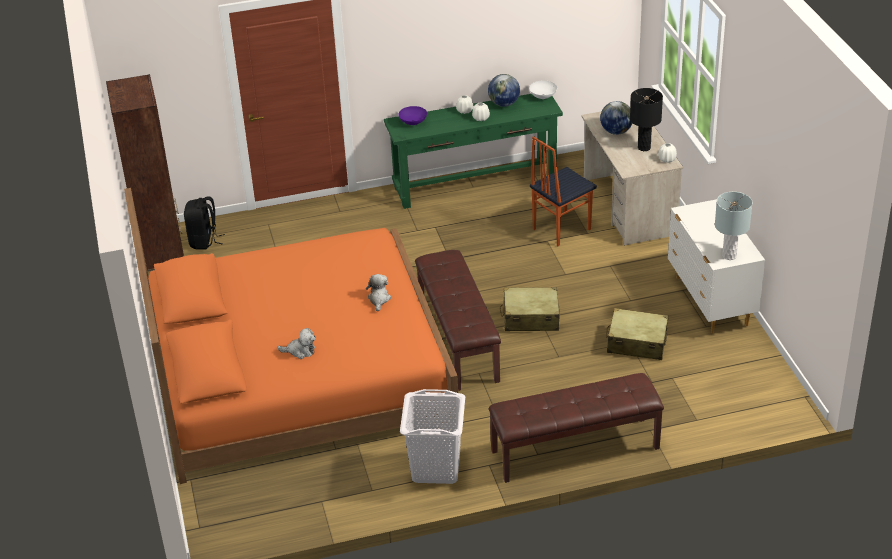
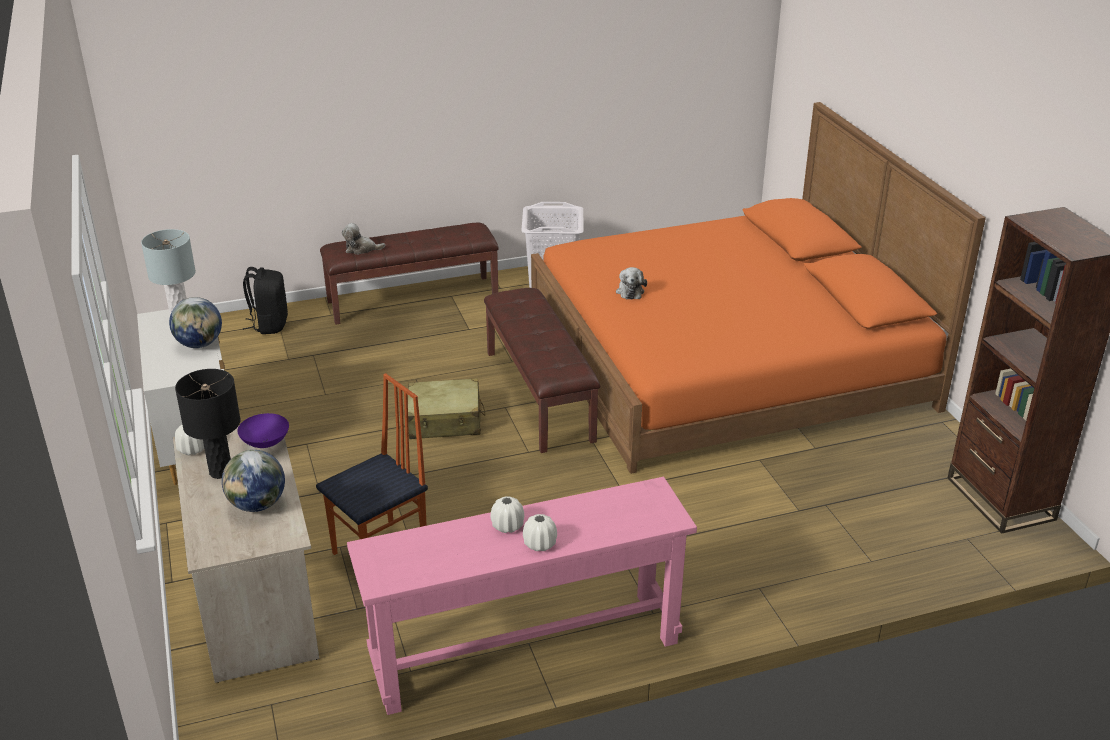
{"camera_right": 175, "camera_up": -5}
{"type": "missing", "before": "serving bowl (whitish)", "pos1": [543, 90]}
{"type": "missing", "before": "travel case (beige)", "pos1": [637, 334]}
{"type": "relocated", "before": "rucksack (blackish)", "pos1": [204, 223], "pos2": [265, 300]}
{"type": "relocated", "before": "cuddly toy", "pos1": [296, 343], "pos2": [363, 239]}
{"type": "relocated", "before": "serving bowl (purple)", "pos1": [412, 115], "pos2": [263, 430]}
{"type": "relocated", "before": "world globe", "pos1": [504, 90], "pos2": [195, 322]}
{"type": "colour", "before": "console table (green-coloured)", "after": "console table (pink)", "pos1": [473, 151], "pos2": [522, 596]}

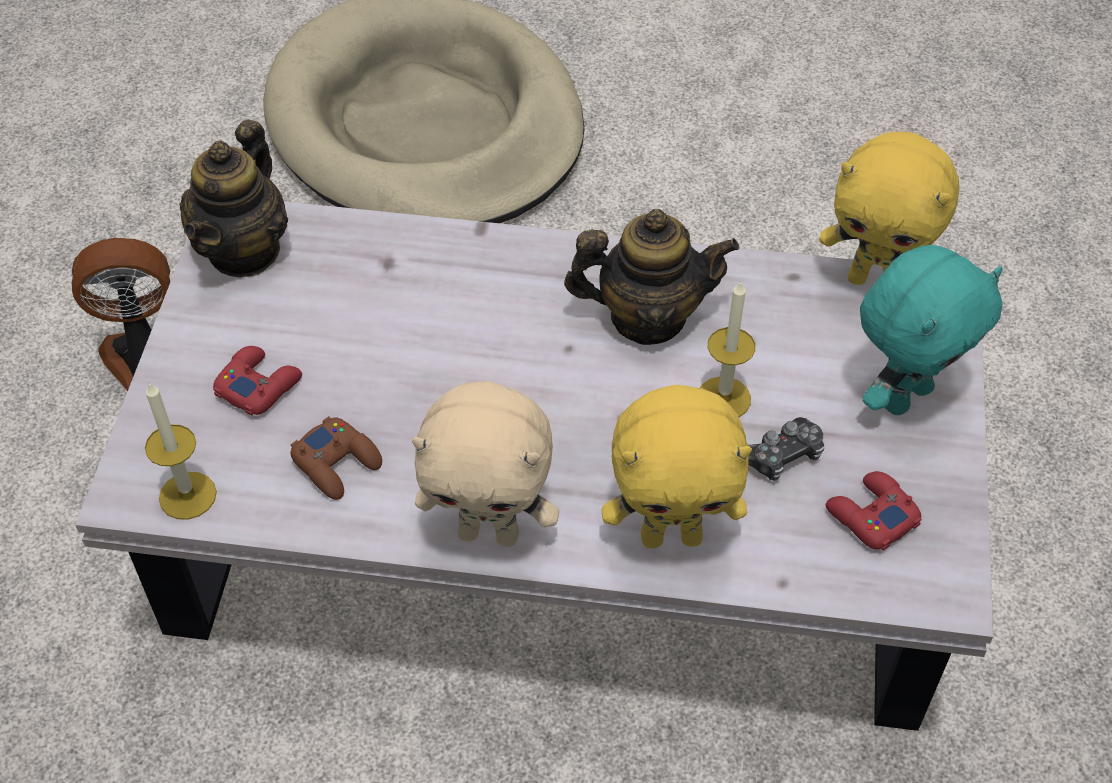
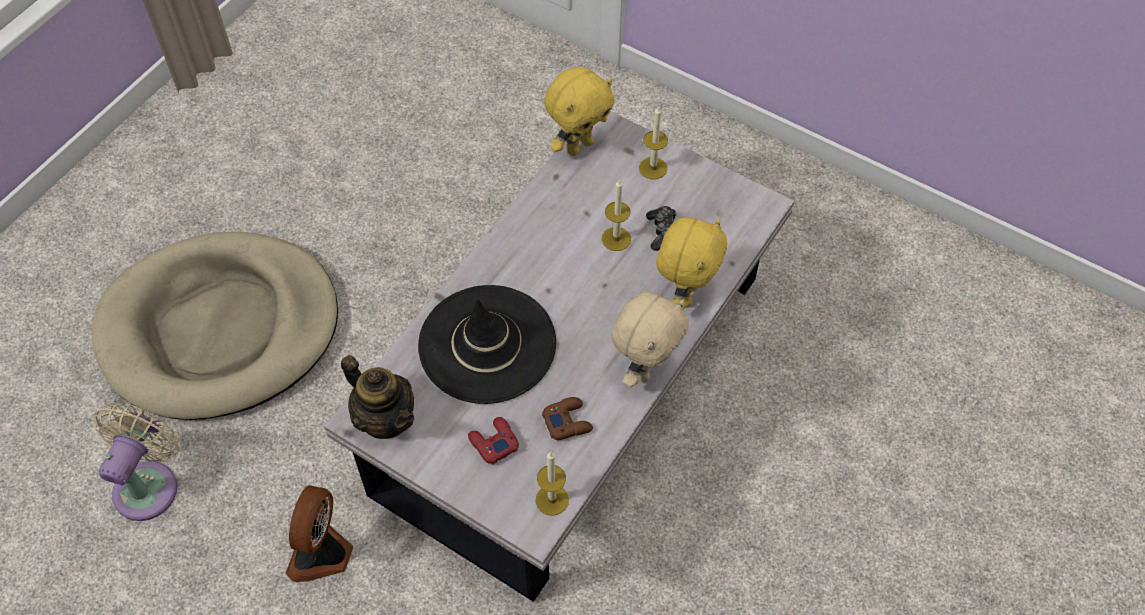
{"camera_right": -65, "camera_up": 5}
{"type": "missing", "before": "pot for tea", "pos1": [651, 277]}
{"type": "missing", "before": "gamepad (reddish)", "pos1": [874, 511]}
{"type": "appeared", "after": "cooling fan (beige)", "pos2": [136, 462]}
{"type": "appeared", "after": "clothing hat (blackish)", "pos2": [487, 344]}
{"type": "exchanged", "before": "cuddly toy (turquoise-coloured)", "after": "wax light", "pos1": [931, 330], "pos2": [653, 143]}

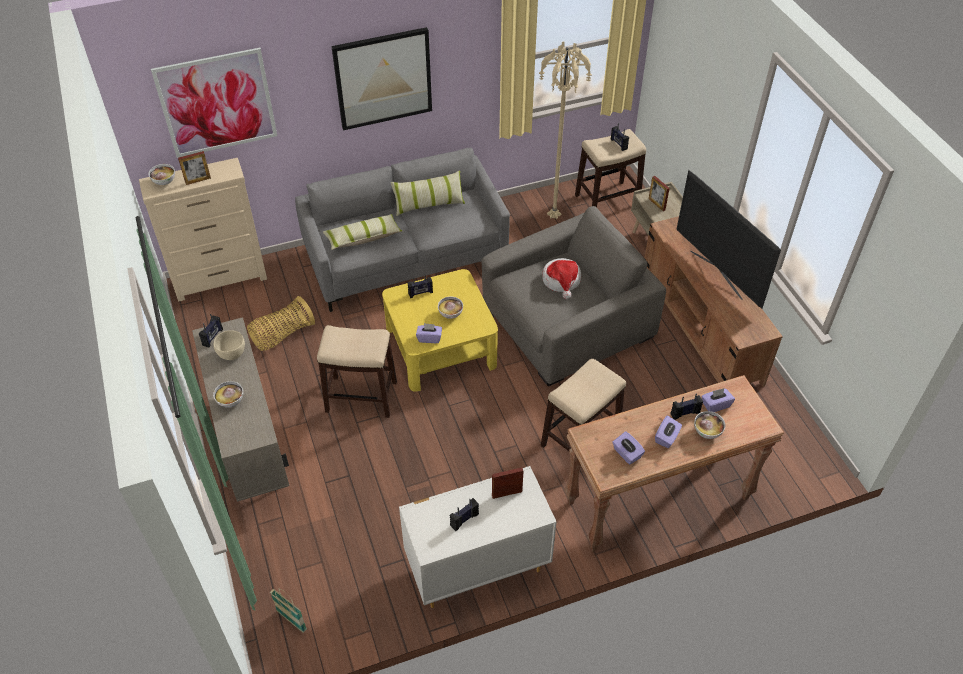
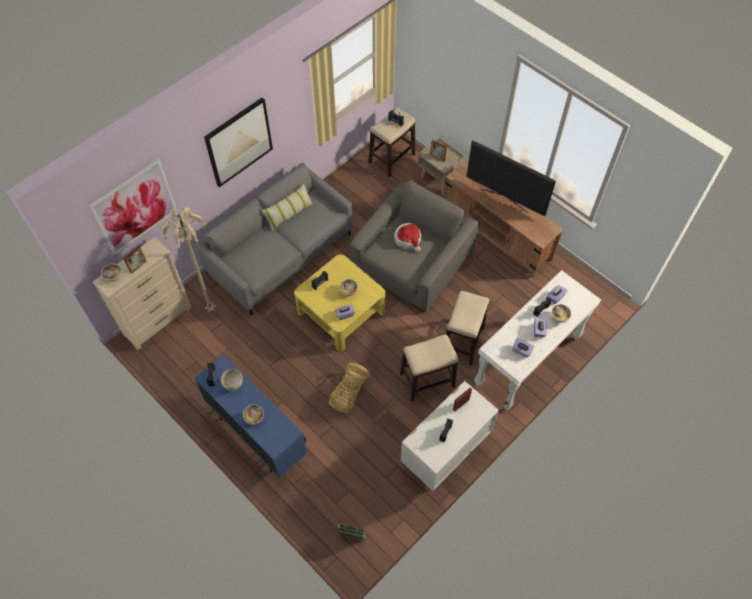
{"camera_right": -25, "camera_up": 10}
{"type": "missing", "before": "pillow", "pos1": [362, 232]}
{"type": "relocated", "before": "basket", "pos1": [281, 323], "pos2": [349, 387]}
{"type": "relocated", "before": "stool", "pos1": [357, 371], "pos2": [429, 368]}
{"type": "relocated", "before": "standard lamp (beige)", "pos1": [565, 130], "pos2": [189, 259]}
{"type": "colour", "before": "cupboard (beige)", "after": "cupboard (blue-coloured)", "pos1": [240, 409], "pos2": [250, 416]}
{"type": "colour", "before": "console table (brown)", "after": "console table (whitish)", "pos1": [674, 463], "pos2": [537, 340]}

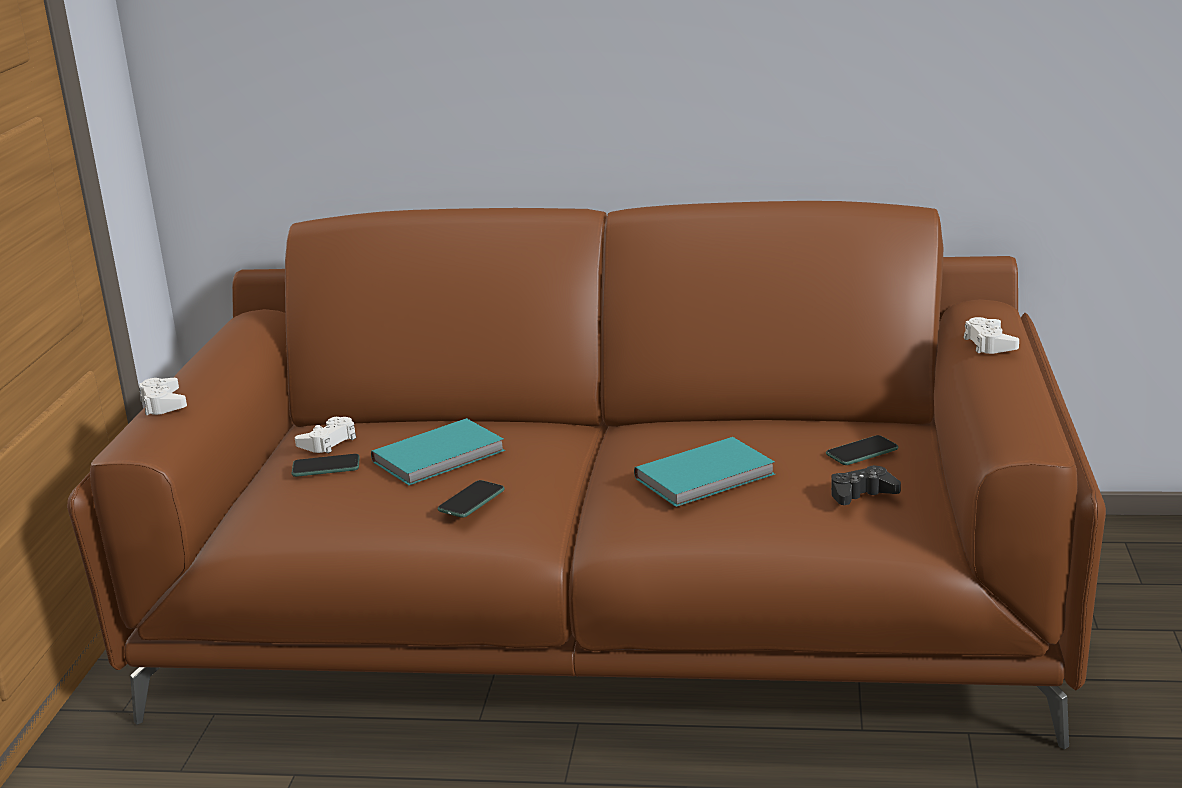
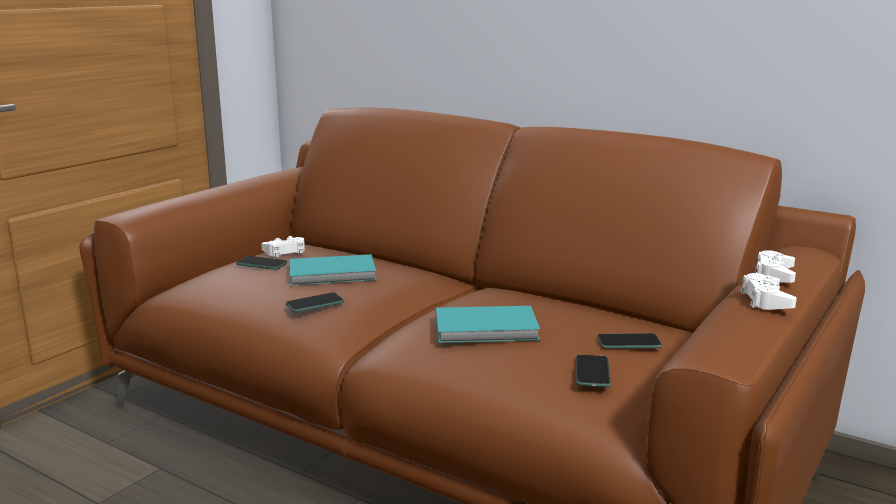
{"camera_right": 25, "camera_up": -5}
{"type": "relocated", "before": "gamepad (whitish)", "pos1": [163, 396], "pos2": [768, 291]}
{"type": "exchanged", "before": "gamepad (blackish)", "after": "handset", "pos1": [866, 485], "pos2": [593, 371]}

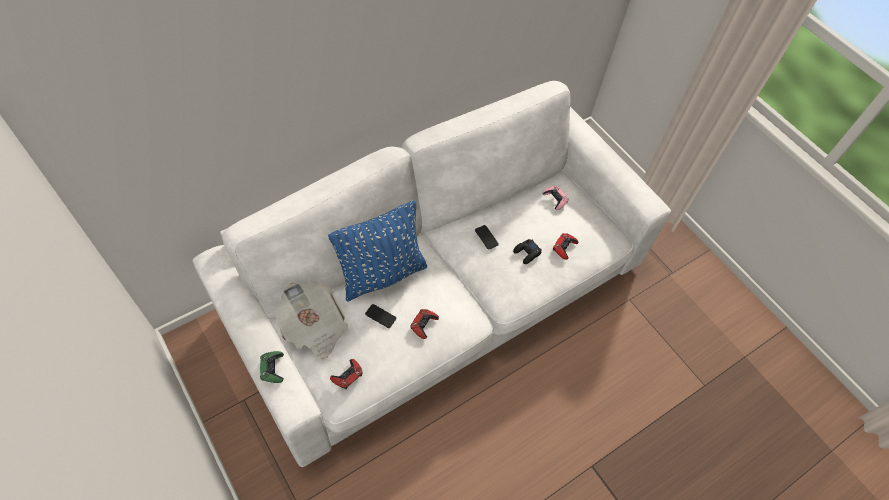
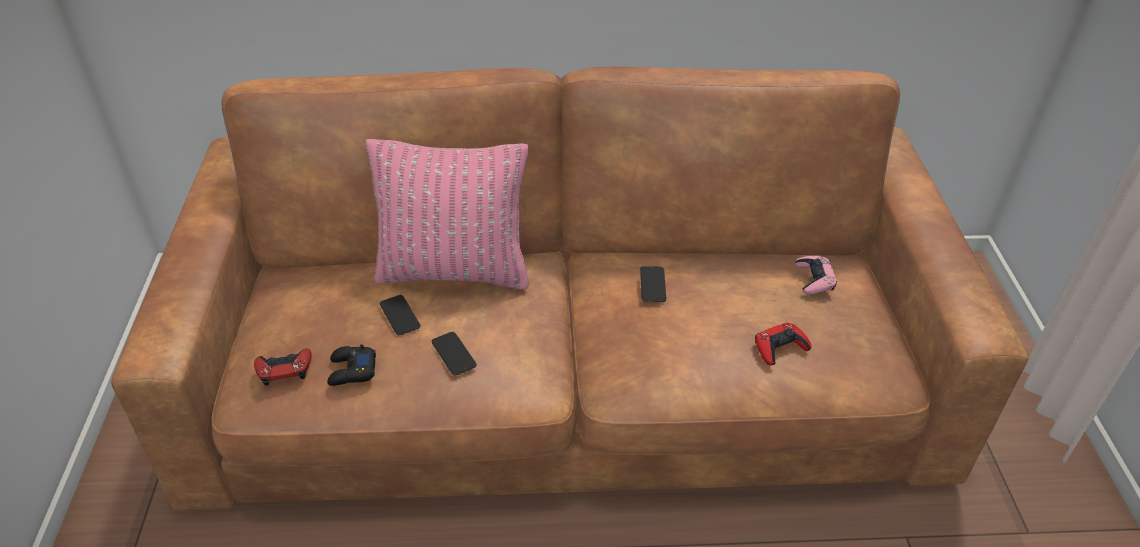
{"camera_right": 35, "camera_up": -15}
{"type": "missing", "before": "gamepad (green-coloured)", "pos1": [272, 367]}
{"type": "missing", "before": "printed paper", "pos1": [311, 320]}
{"type": "relocated", "before": "gamepad (blackish)", "pos1": [527, 251], "pos2": [351, 365]}
{"type": "exchanged", "before": "gamepad (reddish)", "after": "handset", "pos1": [424, 324], "pos2": [454, 354]}
{"type": "colour", "before": "sofa (whitish)", "after": "sofa (brown)", "pos1": [432, 274], "pos2": [570, 288]}
{"type": "colour", "before": "pillow (blue-coloured)", "after": "pillow (pink)", "pos1": [377, 251], "pos2": [447, 214]}

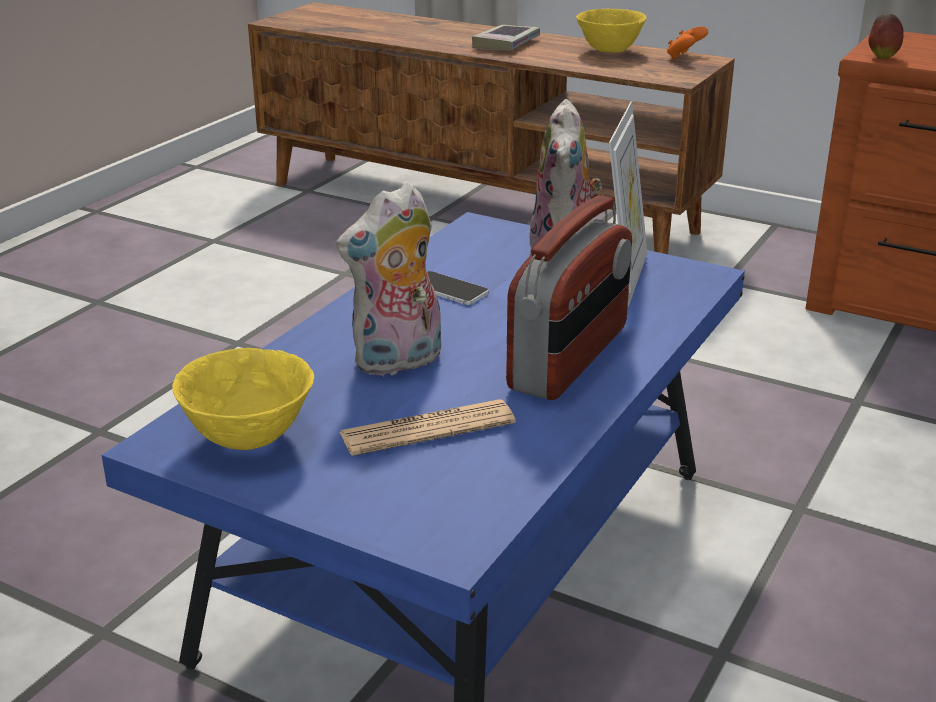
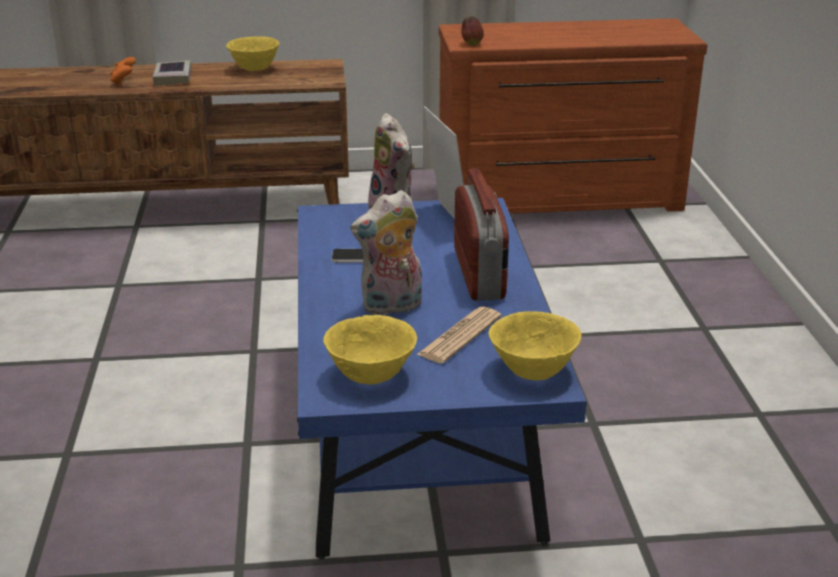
{"camera_right": -35, "camera_up": 0}
{"type": "appeared", "after": "serving bowl (yellow-coloured)", "pos2": [534, 345]}
{"type": "relocated", "before": "gamepad (orange-coloured)", "pos1": [687, 43], "pos2": [123, 71]}
{"type": "spun", "before": "cuddly toy", "pos1": [388, 279], "pos2": [386, 253], "turn": 45}

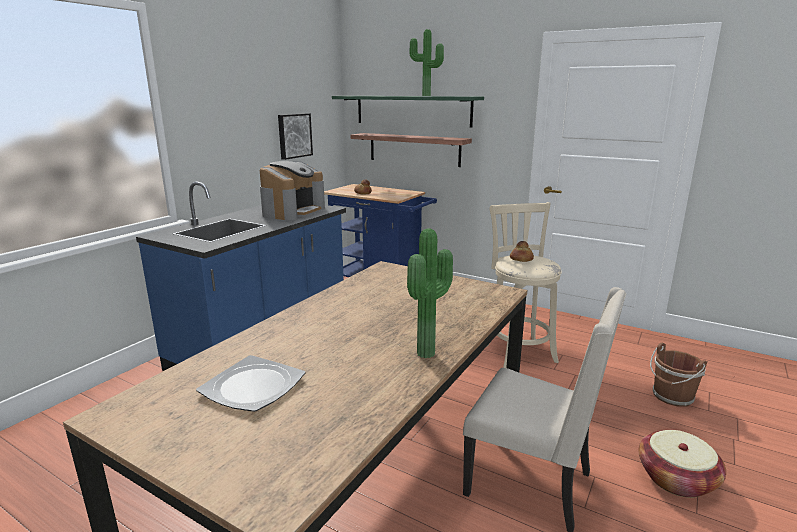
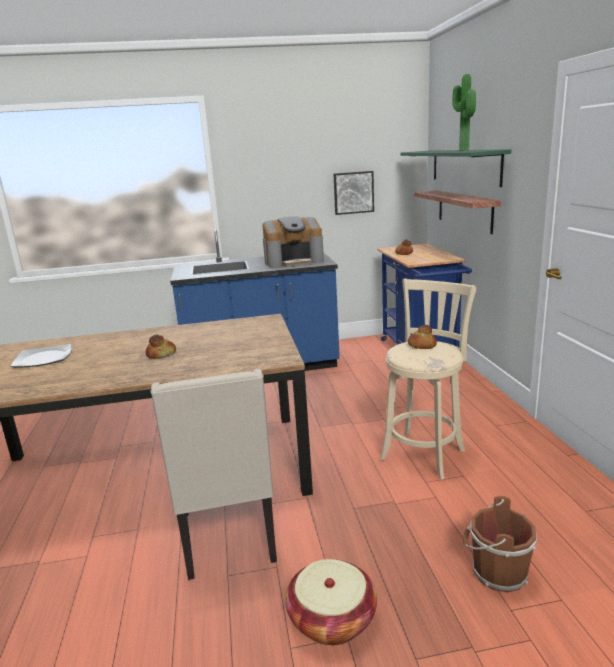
{"camera_right": 50, "camera_up": 0}
{"type": "missing", "before": "potted plant", "pos1": [430, 293]}
{"type": "appeared", "after": "bread", "pos2": [161, 346]}

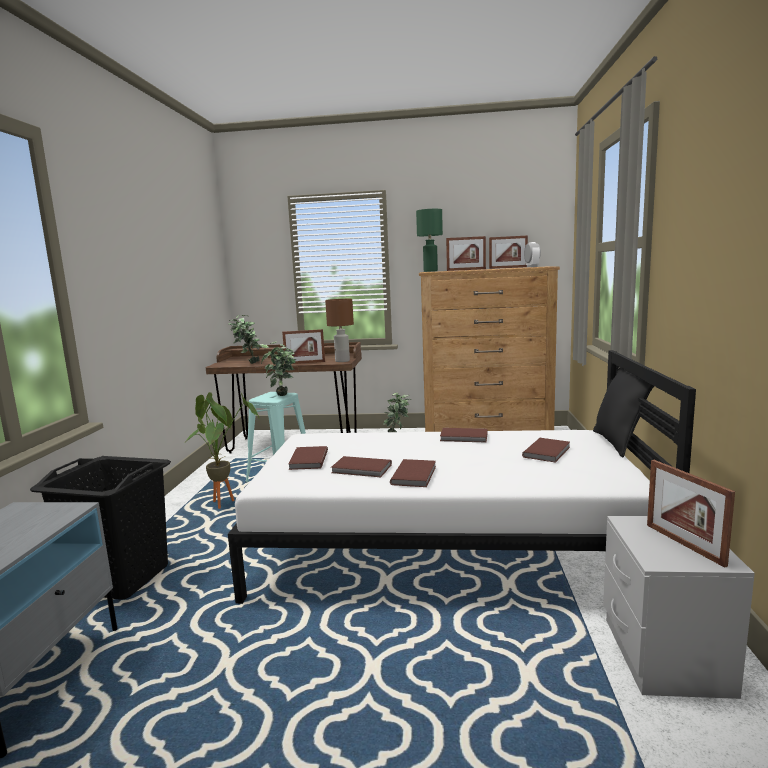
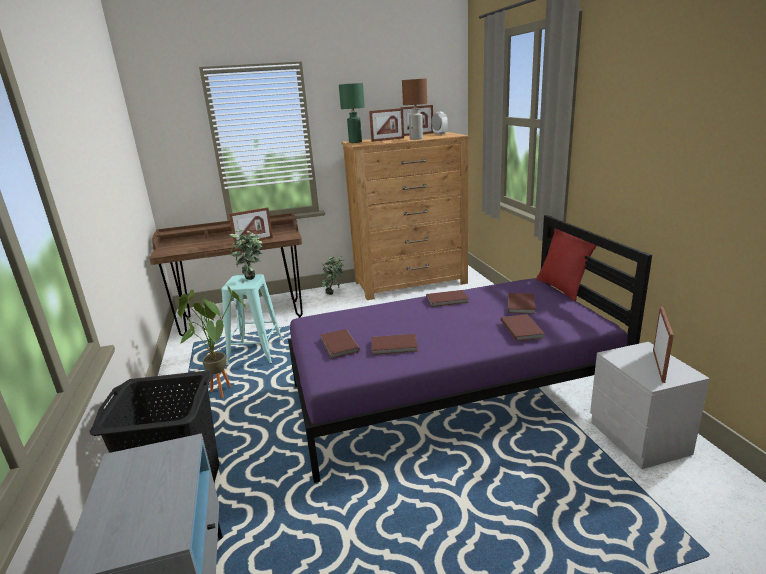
{"camera_right": -20, "camera_up": 10}
{"type": "missing", "before": "potted plant", "pos1": [245, 339]}
{"type": "relocated", "before": "tabletop lamp (brown)", "pos1": [339, 330], "pos2": [414, 109]}
{"type": "relocated", "before": "bound book (brown)", "pos1": [413, 473], "pos2": [523, 327]}
{"type": "colour", "before": "sleeping bed (whitish)", "after": "sleeping bed (purple)", "pos1": [462, 477], "pos2": [470, 349]}
{"type": "colour", "before": "pillow (blackish)", "after": "pillow (reddish)", "pos1": [623, 412], "pos2": [566, 264]}
{"type": "spun", "before": "picture frame", "pos1": [691, 514], "pos2": [663, 345], "turn": -120}

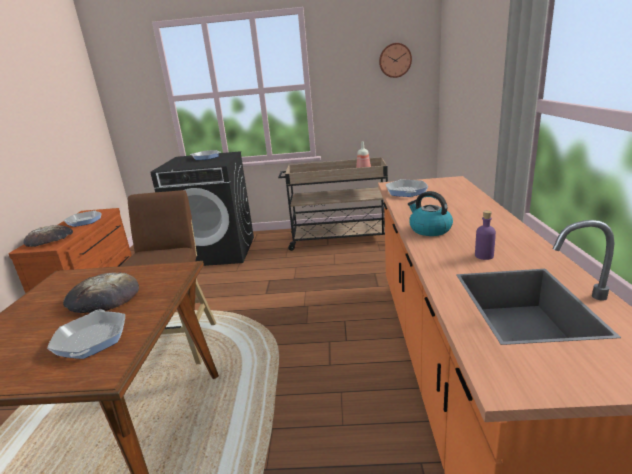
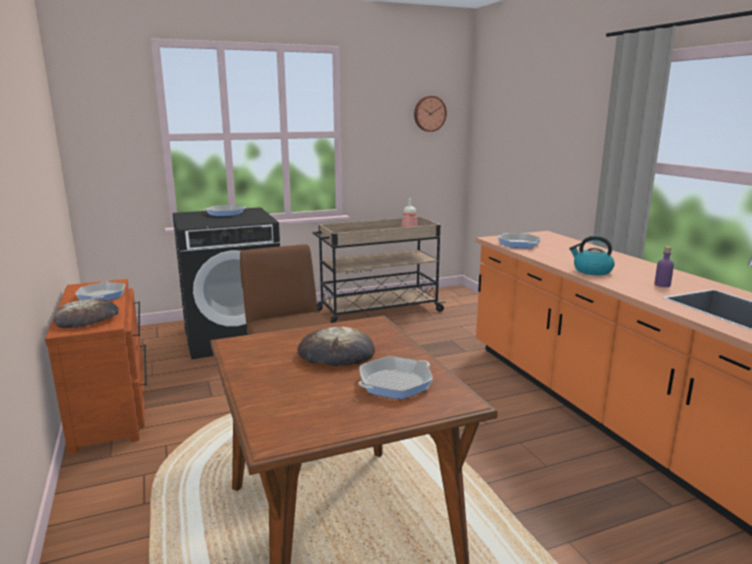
{"camera_right": -25, "camera_up": -5}
{"type": "spun", "before": "skillet", "pos1": [86, 334], "pos2": [395, 377], "turn": -90}

